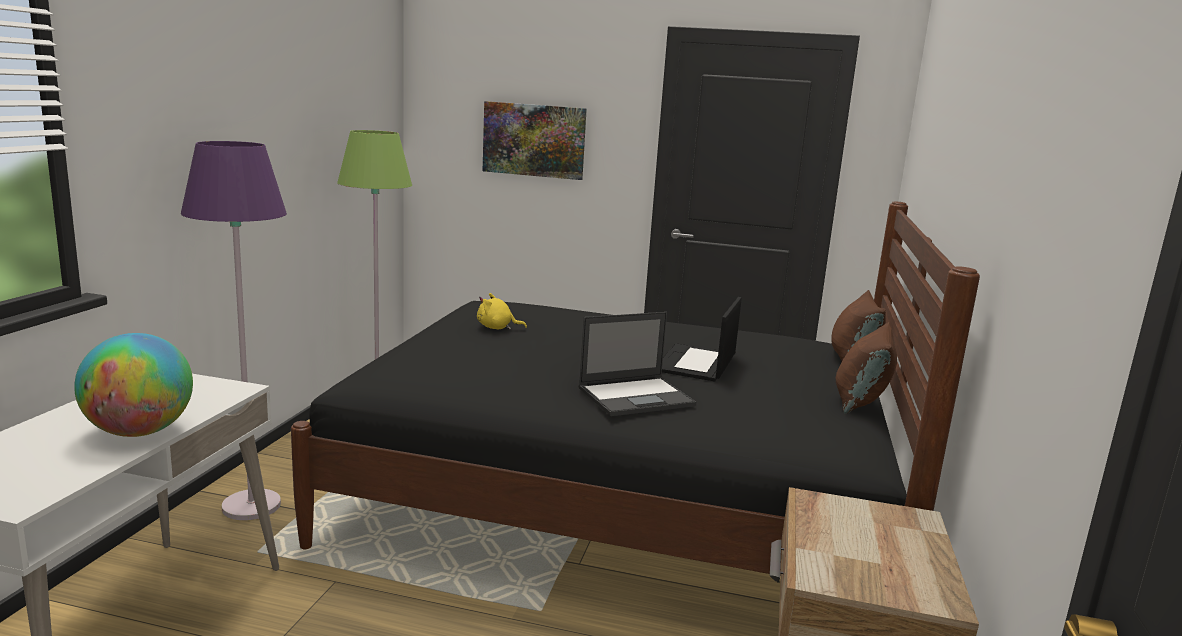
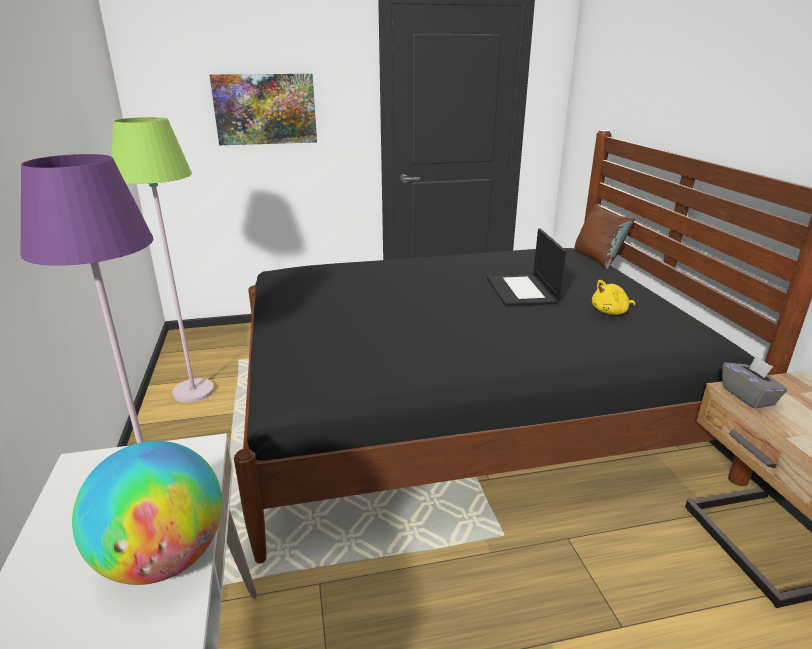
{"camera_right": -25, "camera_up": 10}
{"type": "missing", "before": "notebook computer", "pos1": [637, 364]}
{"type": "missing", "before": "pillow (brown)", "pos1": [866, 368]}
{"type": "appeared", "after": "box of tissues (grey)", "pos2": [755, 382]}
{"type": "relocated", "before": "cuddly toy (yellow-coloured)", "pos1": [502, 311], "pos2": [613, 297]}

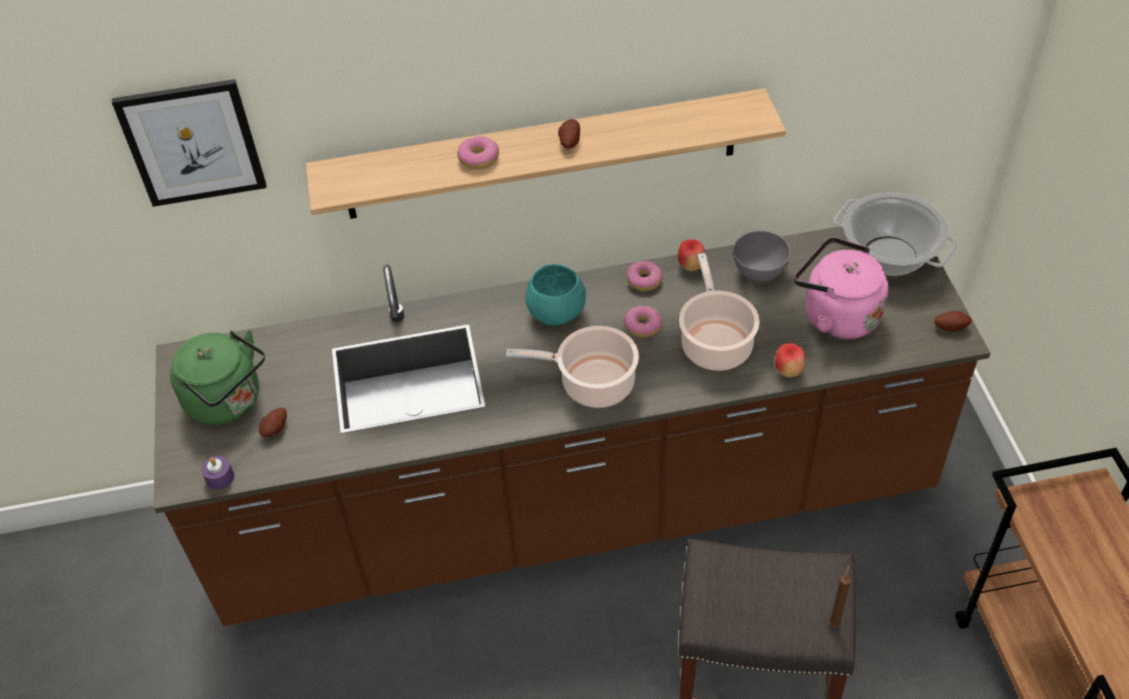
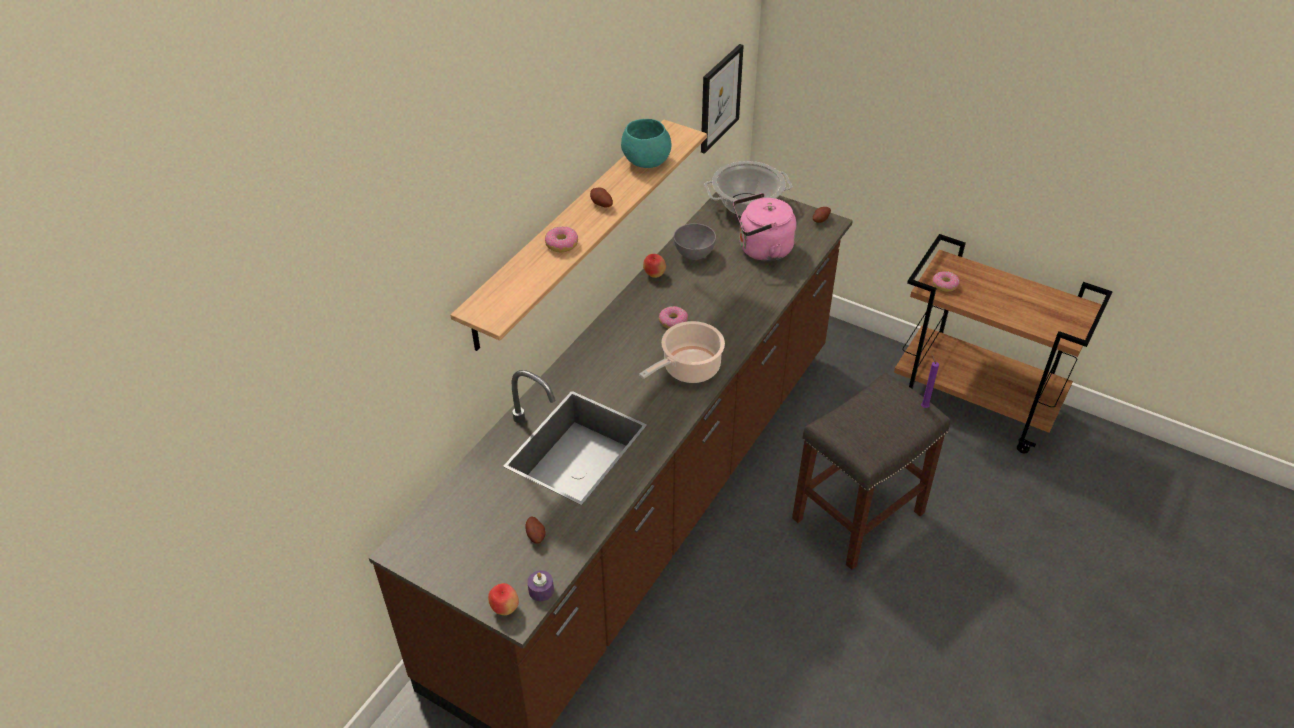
{"camera_right": -50, "camera_up": -5}
{"type": "missing", "before": "water kettle (green-coloured)", "pos1": [217, 377]}
{"type": "missing", "before": "stockpot", "pos1": [719, 312]}
{"type": "relocated", "before": "wall picture", "pos1": [189, 143], "pos2": [722, 99]}
{"type": "relocated", "before": "serving bowl (turquoise-coloured)", "pos1": [555, 295], "pos2": [646, 143]}
{"type": "relocated", "before": "doughnut", "pos1": [645, 276], "pos2": [946, 281]}
{"type": "relocated", "before": "apple", "pos1": [790, 360], "pos2": [503, 599]}
{"type": "colour", "before": "wax light (brown)", "after": "wax light (purple)", "pos1": [840, 596], "pos2": [930, 381]}

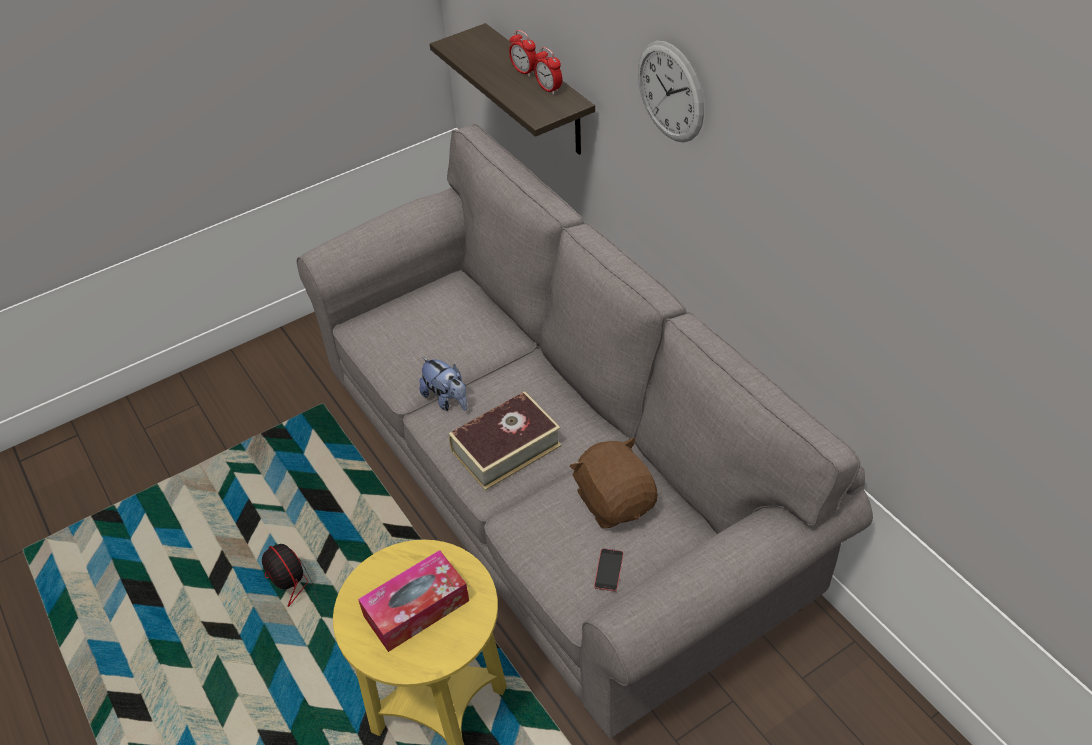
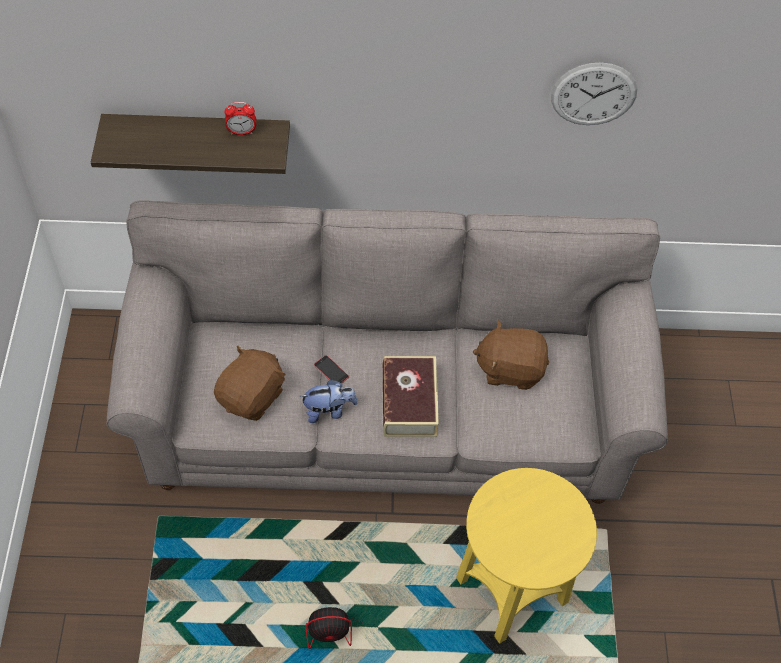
{"camera_right": -60, "camera_up": 10}
{"type": "missing", "before": "box of tissues", "pos1": [413, 601]}
{"type": "missing", "before": "table clock", "pos1": [523, 53]}
{"type": "appeared", "after": "cuddly toy (brown)", "pos2": [250, 383]}
{"type": "relocated", "before": "handset", "pos1": [609, 570], "pos2": [331, 369]}
{"type": "relocated", "before": "hanging clock", "pos1": [671, 92], "pos2": [594, 93]}

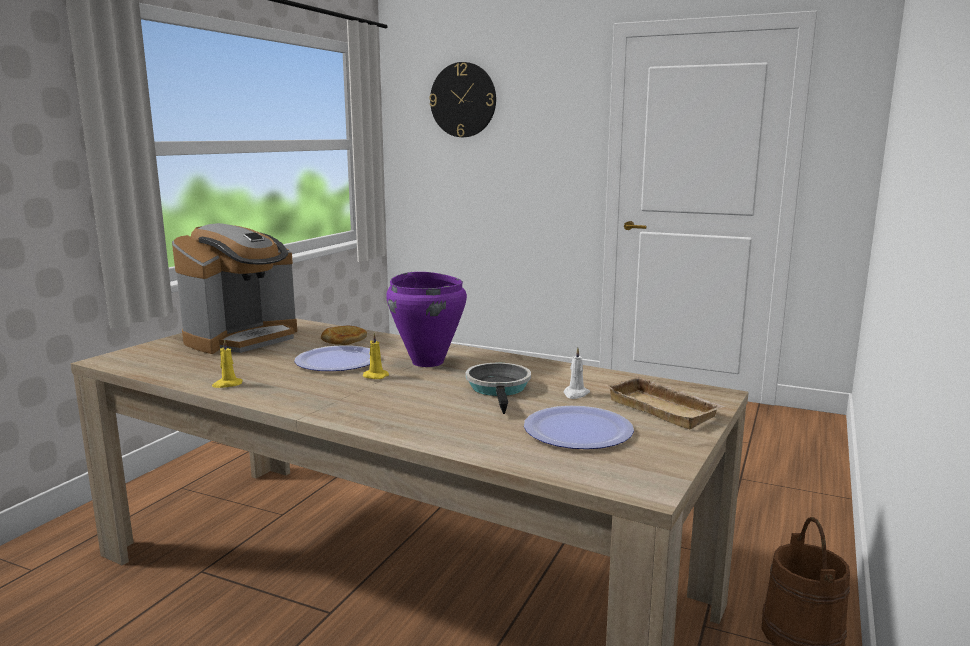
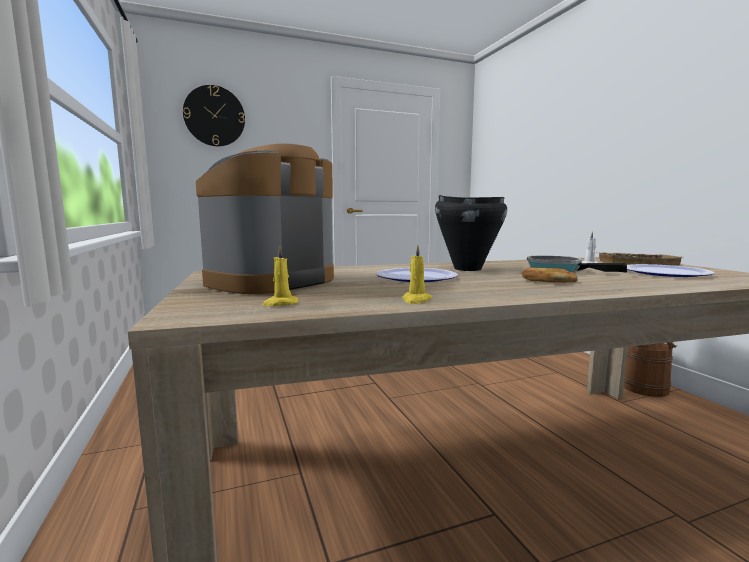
{"camera_right": -45, "camera_up": -5}
{"type": "relocated", "before": "bread", "pos1": [344, 335], "pos2": [550, 275]}
{"type": "relocated", "before": "wax light (yellow-coloured)", "pos1": [376, 356], "pos2": [280, 276]}
{"type": "colour", "before": "stockpot (purple)", "after": "stockpot (blackish)", "pos1": [426, 319], "pos2": [471, 233]}
{"type": "spun", "before": "coffee maker", "pos1": [234, 288], "pos2": [265, 218], "turn": -135}

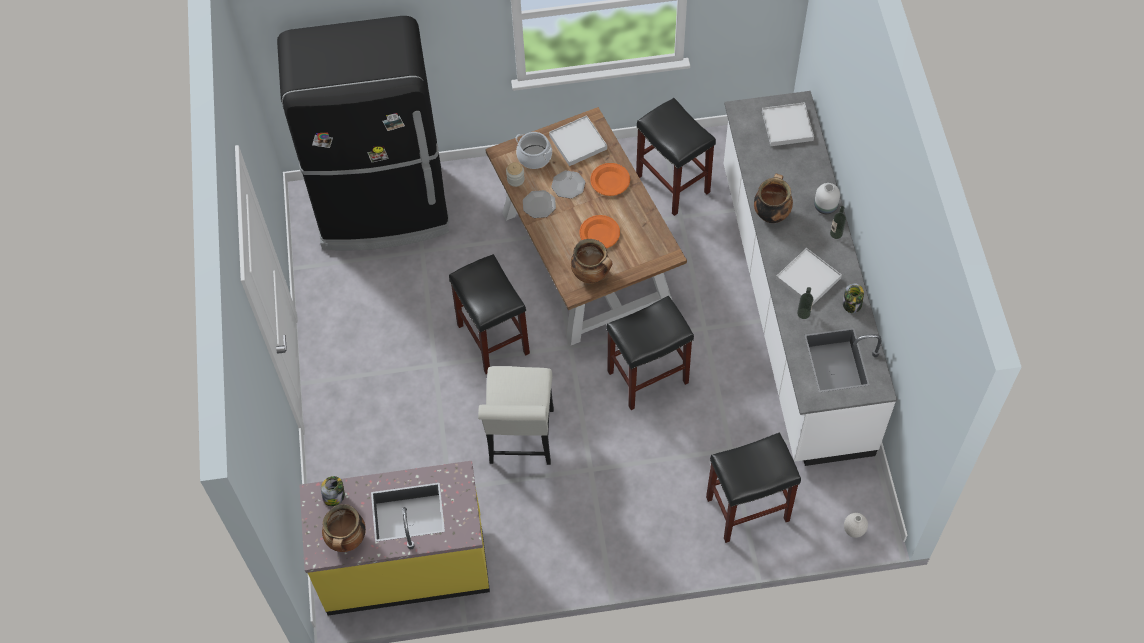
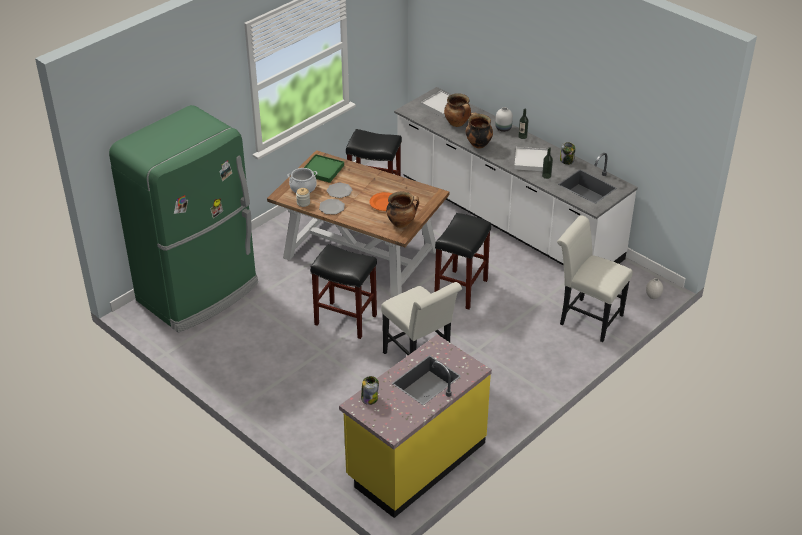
{"camera_right": -40, "camera_up": -20}
{"type": "missing", "before": "flat dish (orange-coloured)", "pos1": [610, 179]}
{"type": "relocated", "before": "stockpot", "pos1": [344, 528], "pos2": [457, 110]}
{"type": "exchanged", "before": "stool (blackish)", "after": "upright chair (whitish)", "pos1": [753, 487], "pos2": [595, 278]}
{"type": "colour", "before": "refrigerator (blackish)", "after": "refrigerator (green-coloured)", "pos1": [363, 133], "pos2": [183, 219]}
{"type": "colour", "before": "tray (whitish)", "after": "tray (green-coloured)", "pos1": [578, 140], "pos2": [324, 168]}

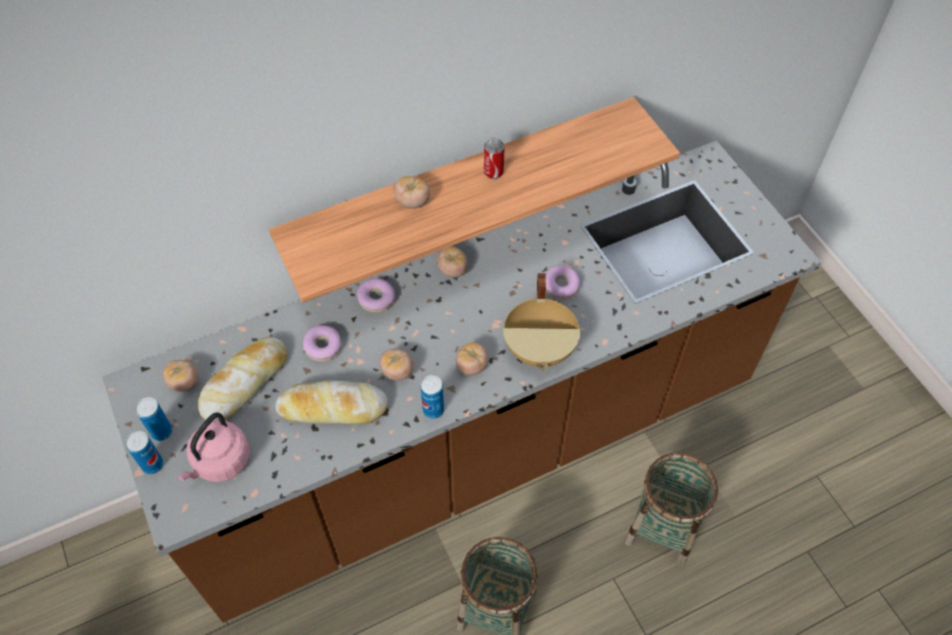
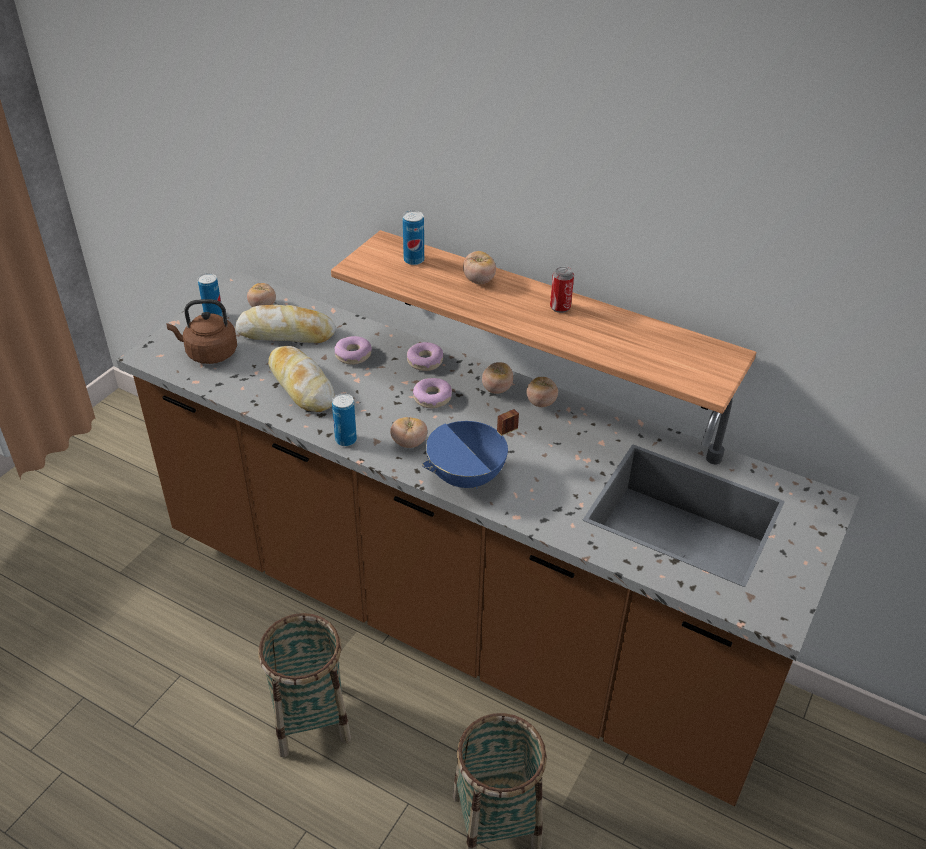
{"camera_right": 55, "camera_up": -15}
{"type": "relocated", "before": "metal can", "pos1": [144, 453], "pos2": [413, 237]}
{"type": "relocated", "before": "tomato", "pos1": [396, 365], "pos2": [542, 392]}
{"type": "relocated", "before": "doughnut", "pos1": [563, 283], "pos2": [432, 393]}
{"type": "colour", "before": "water kettle (pink)", "after": "water kettle (brown)", "pos1": [214, 447], "pos2": [202, 331]}
{"type": "colour", "before": "stockpot (beige)", "after": "stockpot (blue-coloured)", "pos1": [542, 322], "pos2": [470, 449]}

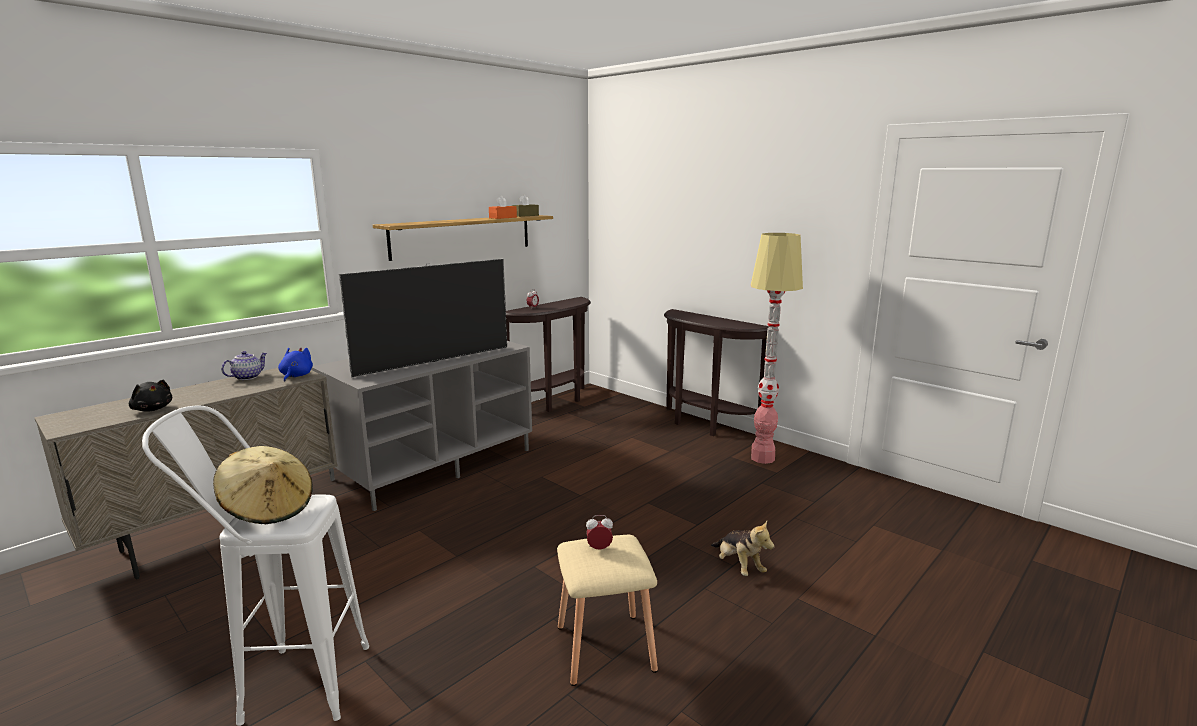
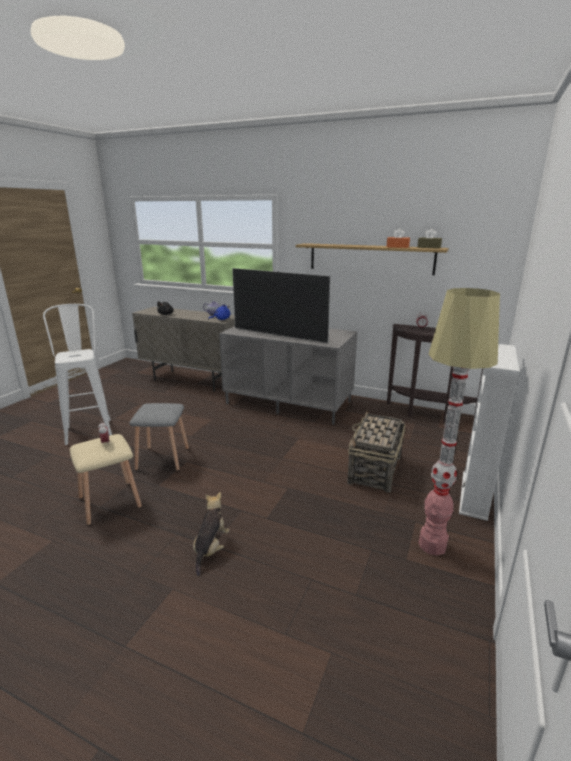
{"camera_right": 70, "camera_up": 5}
{"type": "missing", "before": "clothing hat (beige)", "pos1": [263, 485]}
{"type": "appeared", "after": "stool (grey)", "pos2": [159, 437]}
{"type": "appeared", "after": "basket", "pos2": [376, 451]}
{"type": "exchanged", "before": "console table (brown)", "after": "shelving unit (whitish)", "pos1": [716, 373], "pos2": [489, 432]}
{"type": "spun", "before": "cuddly toy", "pos1": [742, 548], "pos2": [211, 534], "turn": 150}

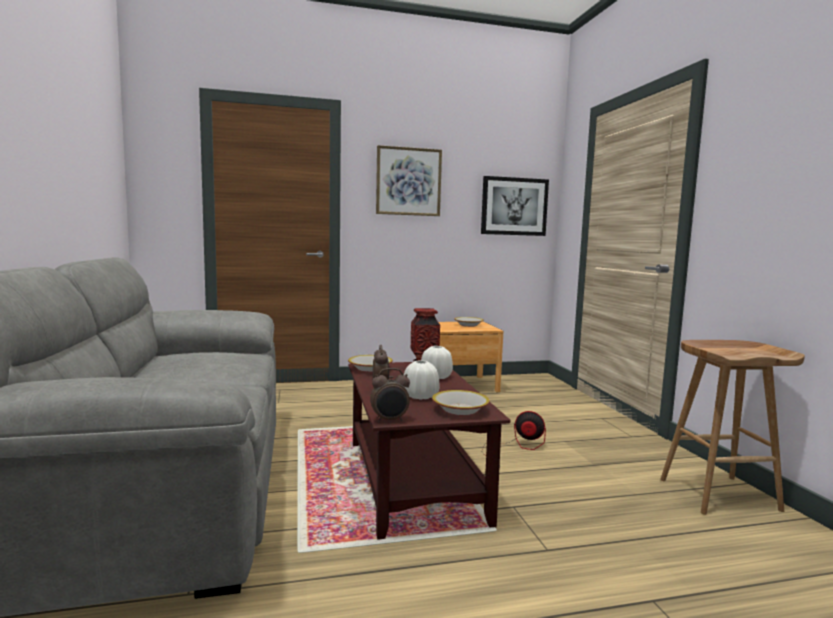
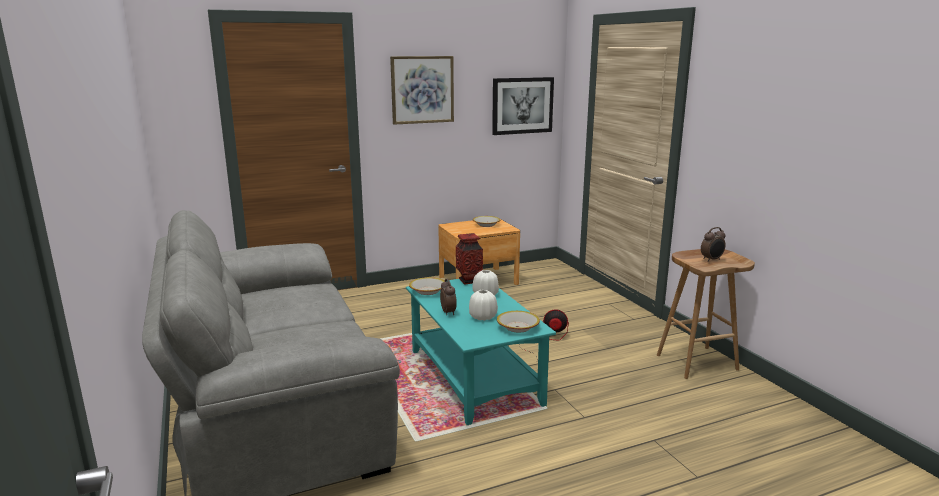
{"camera_right": -10, "camera_up": 10}
{"type": "relocated", "before": "table clock", "pos1": [390, 395], "pos2": [713, 244]}
{"type": "colour", "before": "lounge table (brown)", "after": "lounge table (turquoise-coloured)", "pos1": [429, 451], "pos2": [481, 352]}

